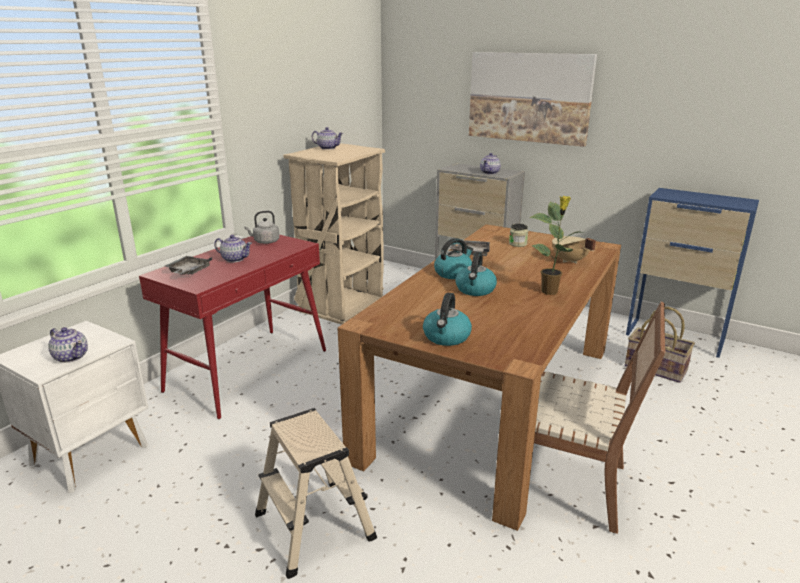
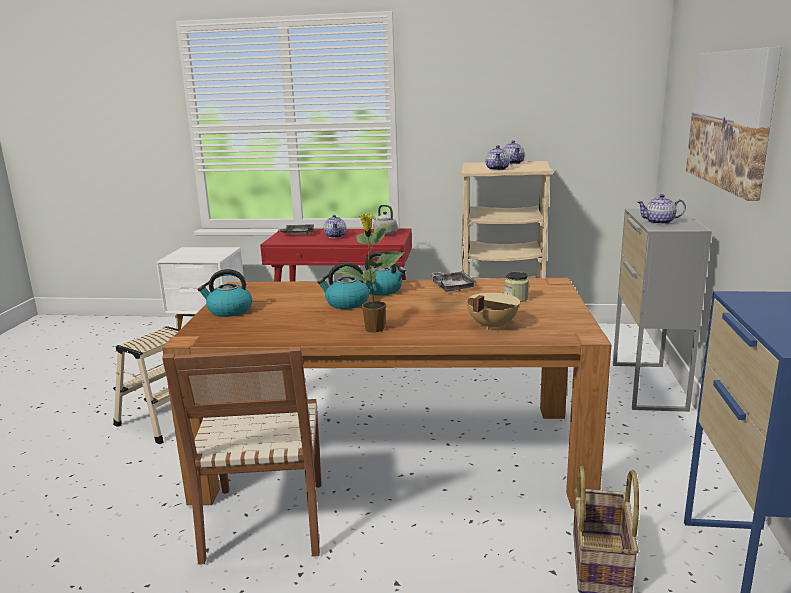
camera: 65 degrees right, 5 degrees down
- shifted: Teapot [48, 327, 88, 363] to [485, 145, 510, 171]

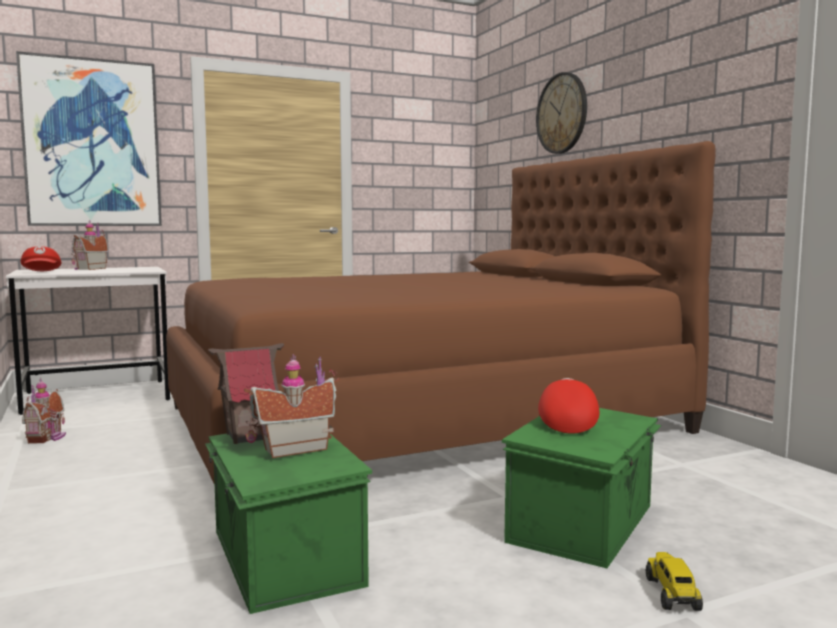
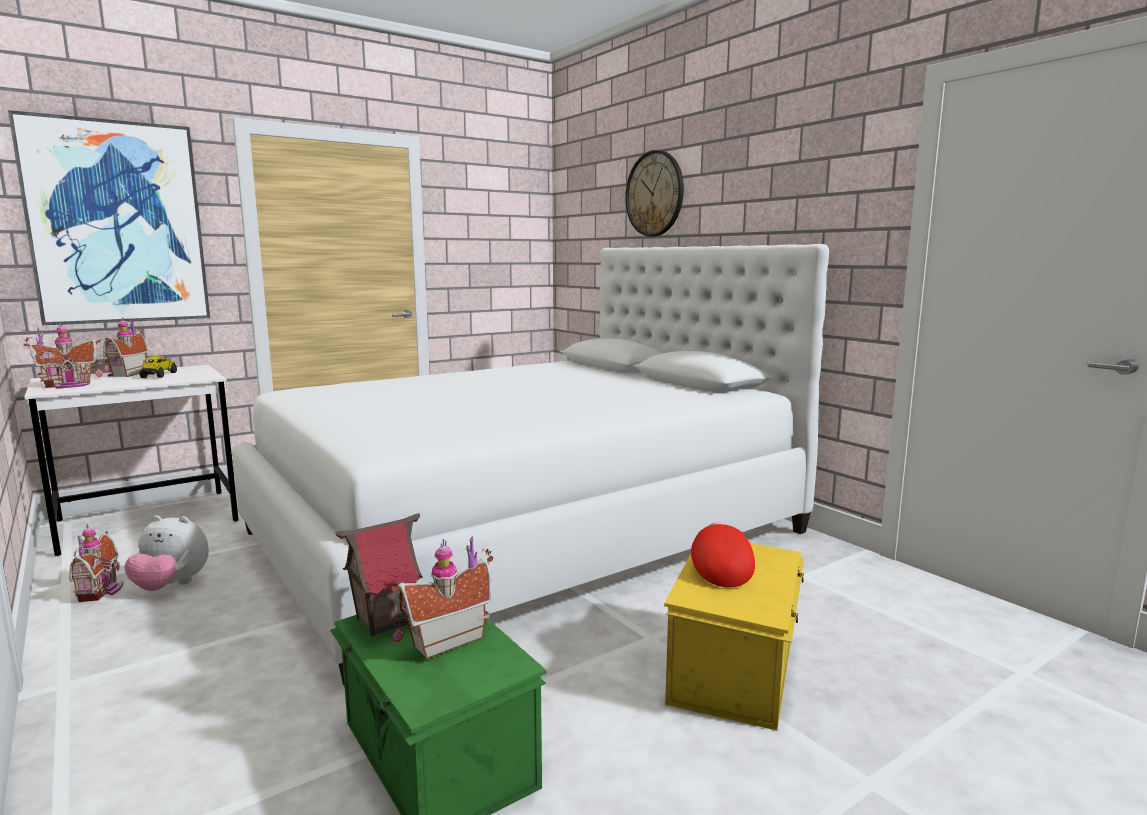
camera: 10 degrees left, 5 degrees up
- swapped: RedCap [21, 246, 61, 271] to ToyHouse [24, 323, 103, 388]
- new: PlushToy [124, 515, 209, 591]
- shifted: ToyTruck [646, 552, 703, 611] to [139, 356, 177, 378]
- repainted: BrownBed [166, 141, 716, 484] to WhiteBed [233, 244, 829, 687]
- repainted: GreenStorageBox [502, 408, 661, 568] to YellowStorageBox [664, 543, 804, 730]

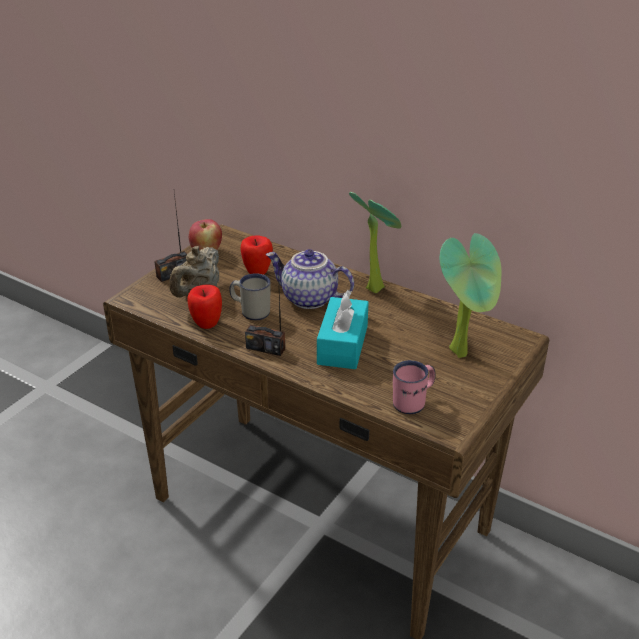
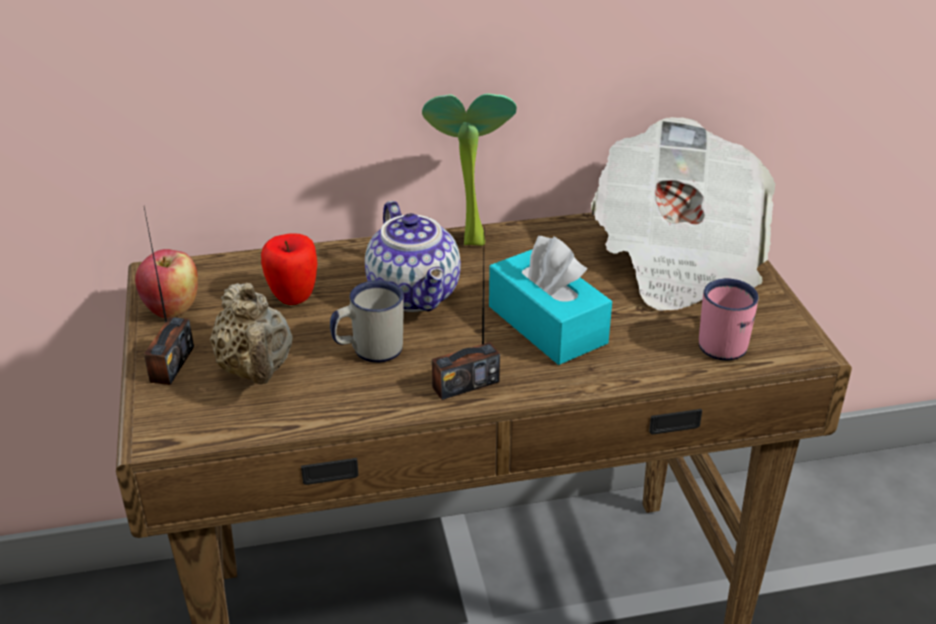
camera: 45 degrees left, 0 degrees up
- rotated: Teapot [266, 249, 354, 309] = [365, 201, 461, 312] 90 degrees counterclockwise
- swapped: PottedPlant [440, 233, 501, 358] to Newspaper [591, 117, 775, 311]
- gone: Apple [187, 285, 222, 329]

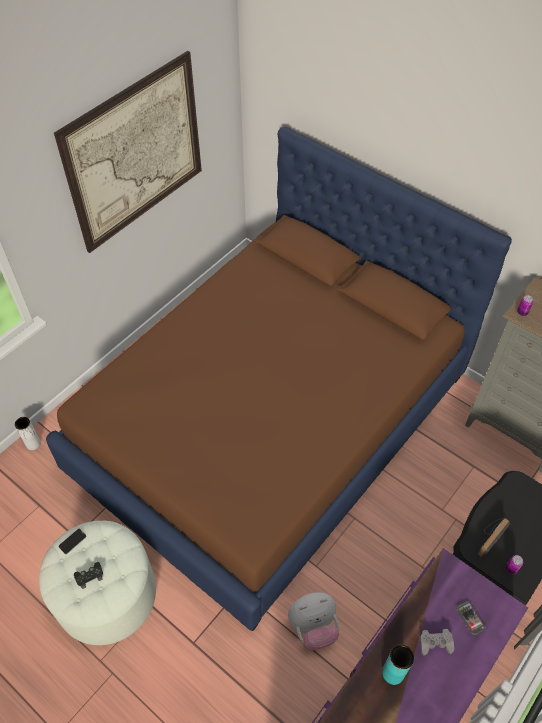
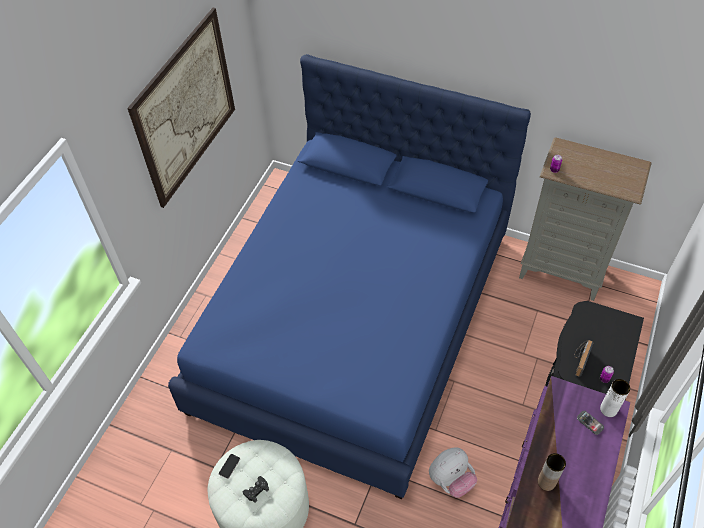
camera: 15 degrees left, 0 degrees up
- repainted: BrownBed [46, 127, 512, 631] to BlueBed [168, 54, 531, 499]
- repainted: TurquoiseVase [382, 644, 414, 685] to BrownVase [538, 453, 566, 491]
- shifted: WhiteVase [15, 417, 41, 450] to [600, 379, 630, 417]
- gone: GreyGameController [420, 629, 454, 656]

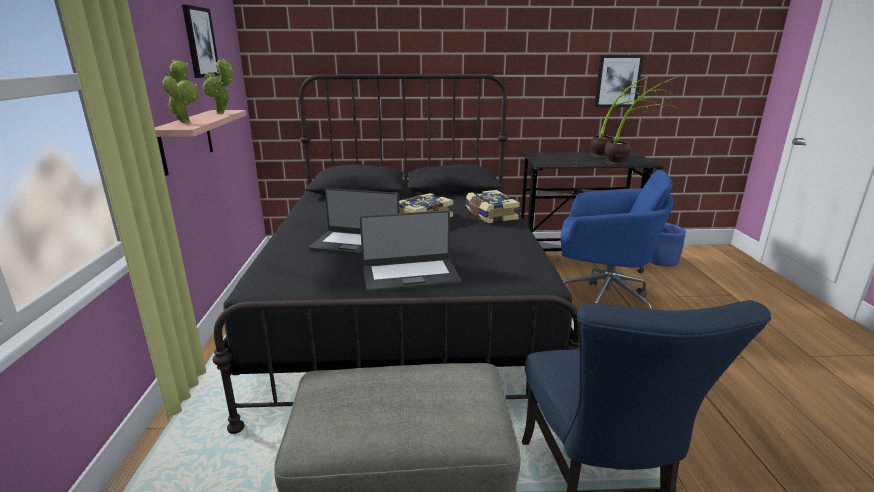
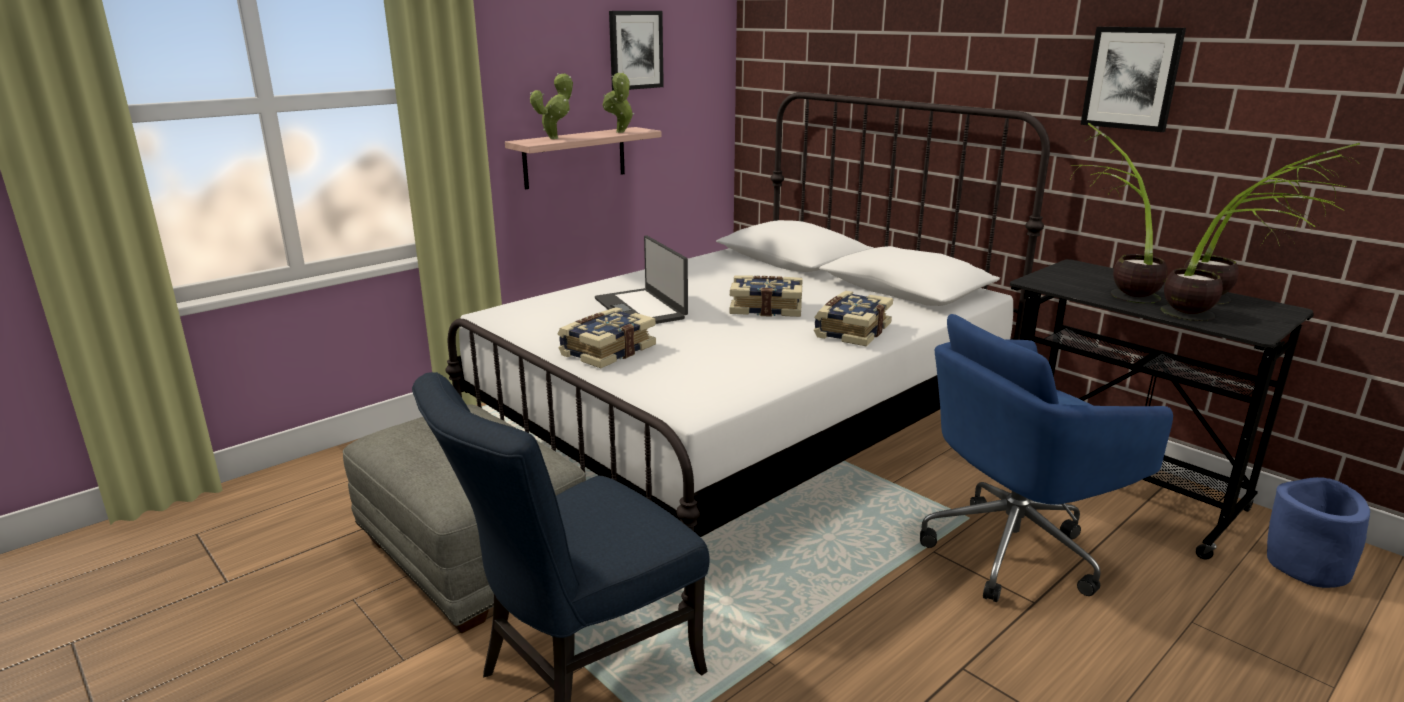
camera: 50 degrees right, 0 degrees up
- repainted: BlackBed [213, 74, 579, 434] to WhiteBed [446, 92, 1050, 610]
- swapped: Laptop [360, 210, 462, 292] to Book [558, 307, 656, 368]
- rotated: BlueOfficeChair [561, 170, 674, 309] = [920, 314, 1173, 602] 90 degrees clockwise
- new: PottedPlant [1071, 123, 1168, 303]
- shifted: Picture [594, 55, 644, 107] to [1081, 27, 1186, 132]

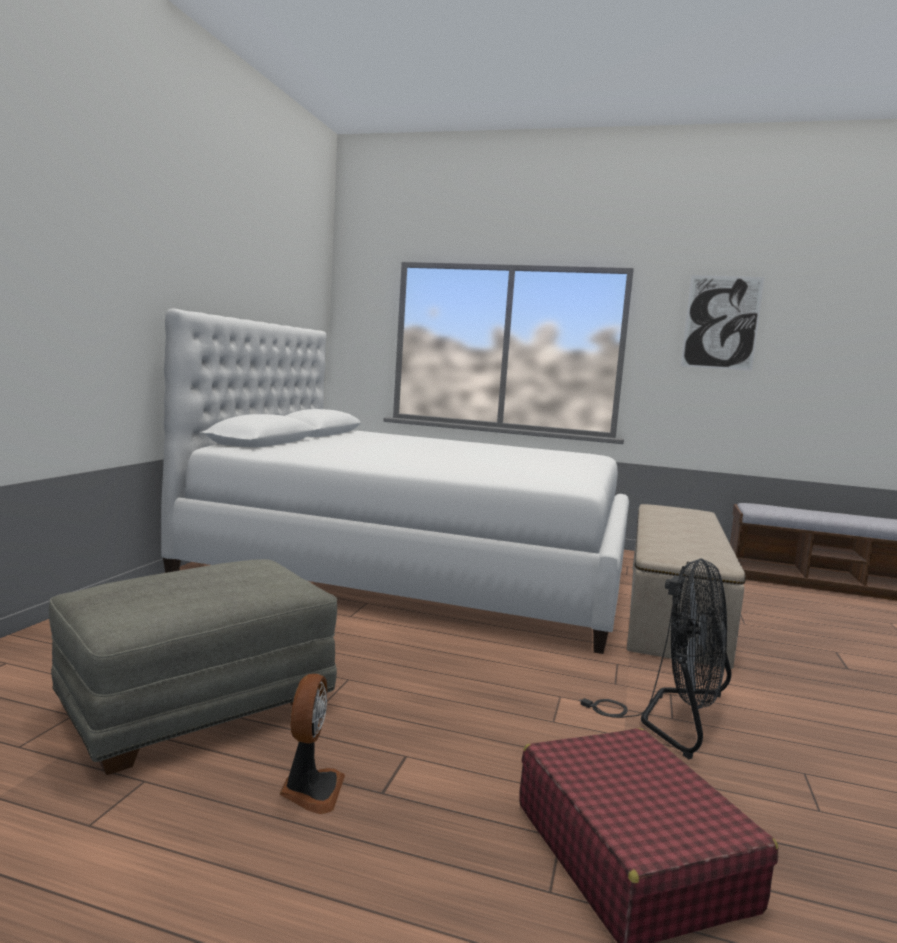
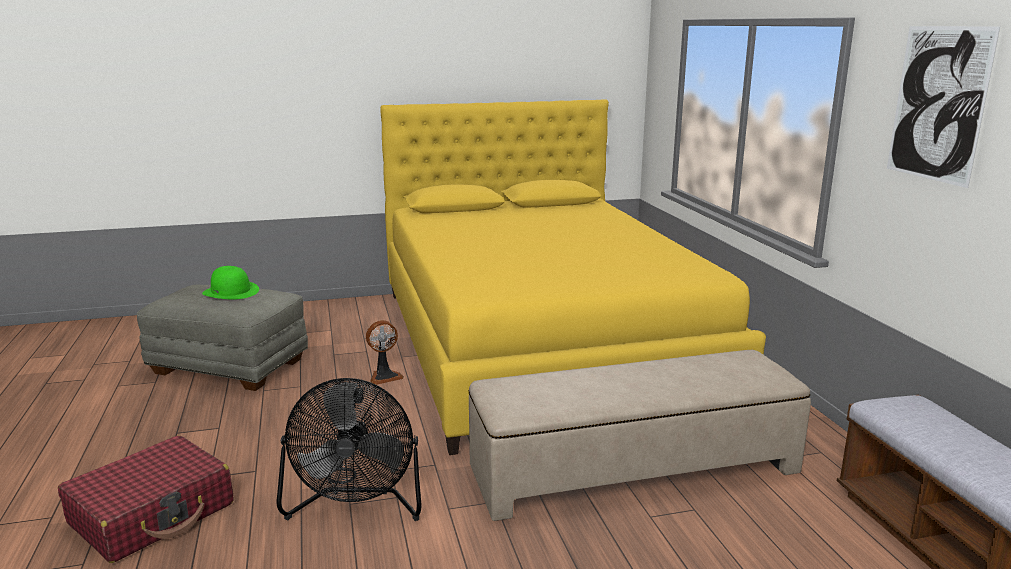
camera: 60 degrees right, 10 degrees up
- new: GreenHat [202, 266, 259, 299]
- shifted: Fan [279, 674, 345, 814] to [366, 320, 404, 385]
- repainted: WhiteBed [161, 309, 629, 654] to YellowBed [380, 99, 766, 455]

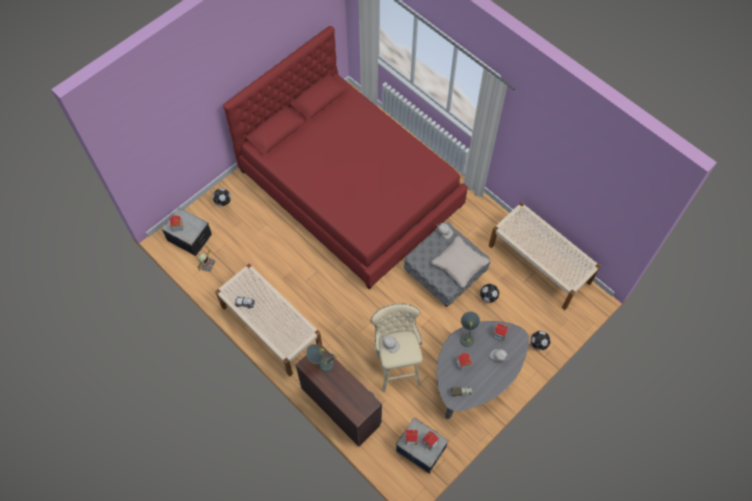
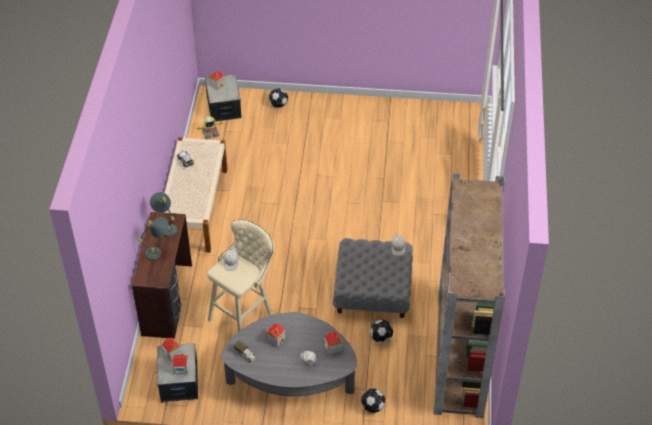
camera: 50 degrees right, 15 degrees down
- shifted: GreyTableLamp [460, 311, 480, 347] to [138, 217, 168, 260]
- swapped: BeigeBench [489, 202, 601, 310] to BrownBookcase [434, 173, 505, 418]
- gone: RedBed [223, 26, 468, 289]
- gone: BeigePillow [431, 236, 489, 288]

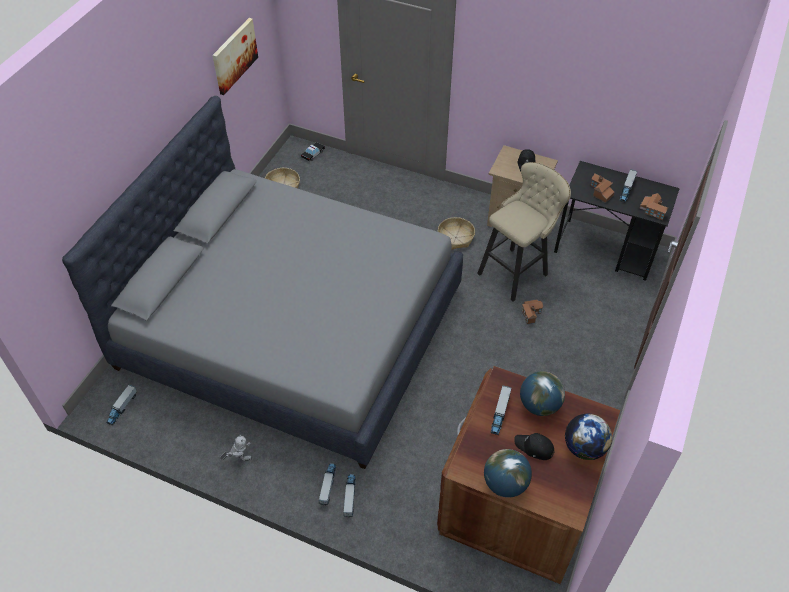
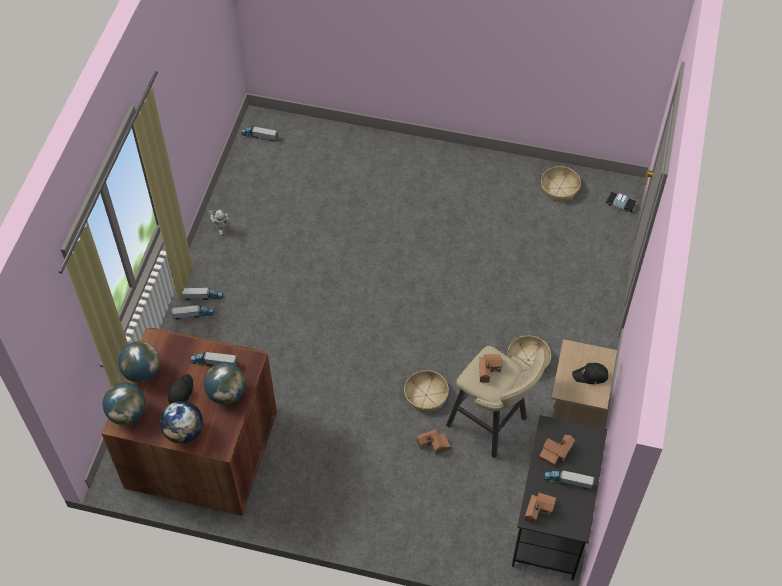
camera: 80 degrees right, 5 degrees up
- new: Globe [103, 383, 146, 425]
- new: Basket [404, 370, 449, 412]
- new: ToyHouse [479, 354, 503, 382]
- gone: GreyBed [62, 96, 463, 469]
- gone: Picture [212, 18, 258, 95]

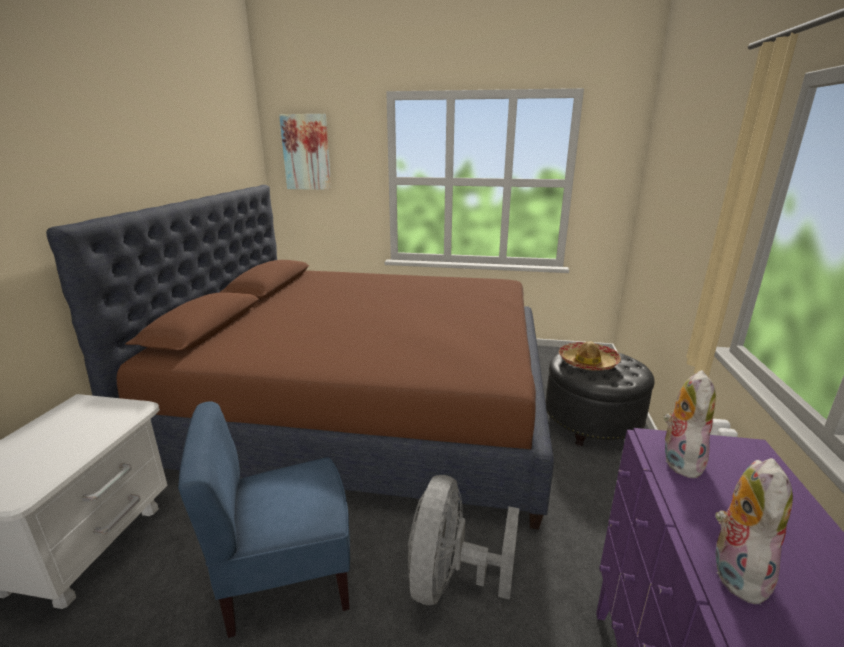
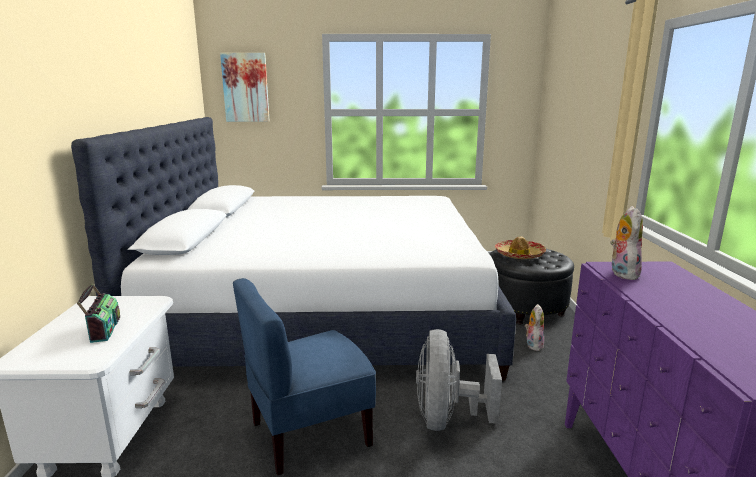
camera: 10 degrees left, 5 degrees down
- repainted: BrownBed [46, 185, 554, 529] to WhiteBed [71, 117, 516, 380]
- new: Radio [77, 283, 120, 343]
- shifted: PlushToy [715, 458, 793, 610] to [525, 304, 544, 351]

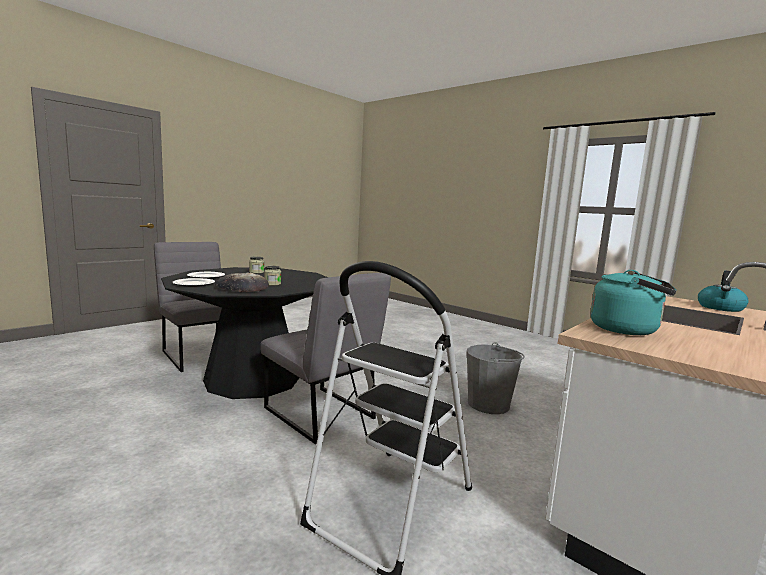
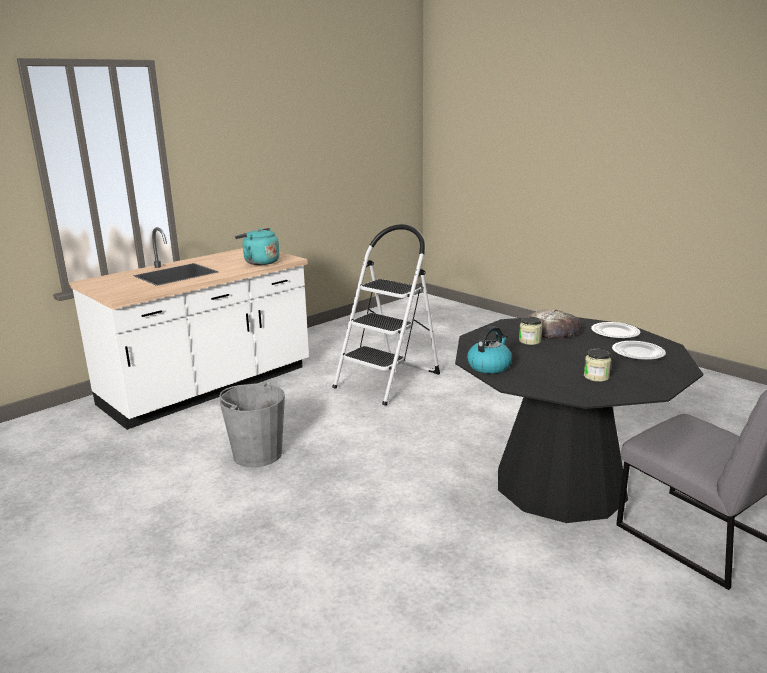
camera: 175 degrees left, 10 degrees up
- shifted: Kettle [698, 271, 749, 312] to [467, 326, 512, 374]
- gone: GreyChair [260, 273, 391, 444]

